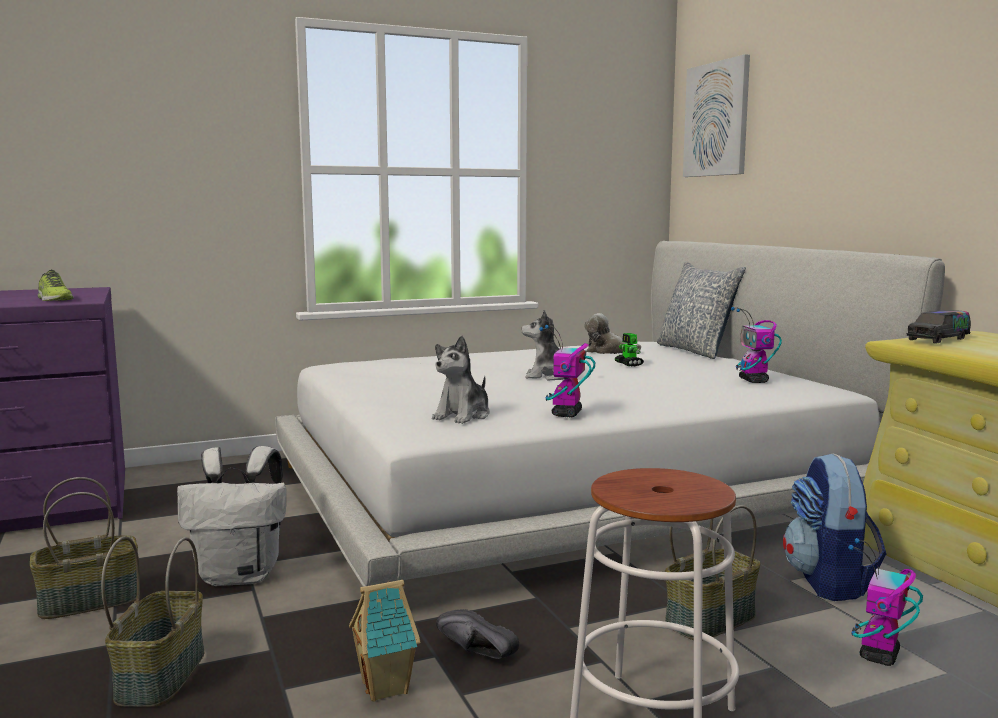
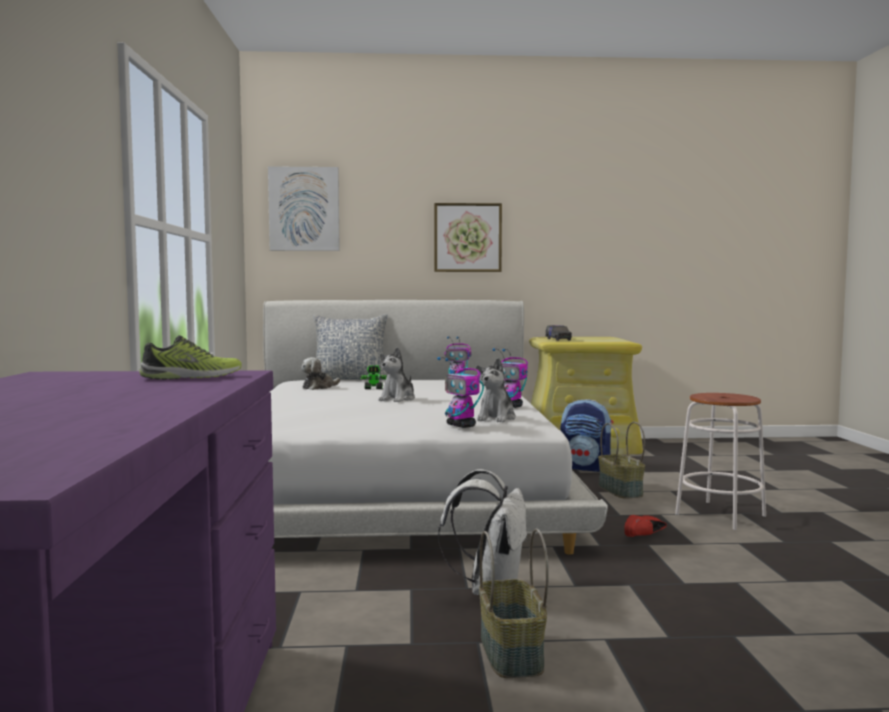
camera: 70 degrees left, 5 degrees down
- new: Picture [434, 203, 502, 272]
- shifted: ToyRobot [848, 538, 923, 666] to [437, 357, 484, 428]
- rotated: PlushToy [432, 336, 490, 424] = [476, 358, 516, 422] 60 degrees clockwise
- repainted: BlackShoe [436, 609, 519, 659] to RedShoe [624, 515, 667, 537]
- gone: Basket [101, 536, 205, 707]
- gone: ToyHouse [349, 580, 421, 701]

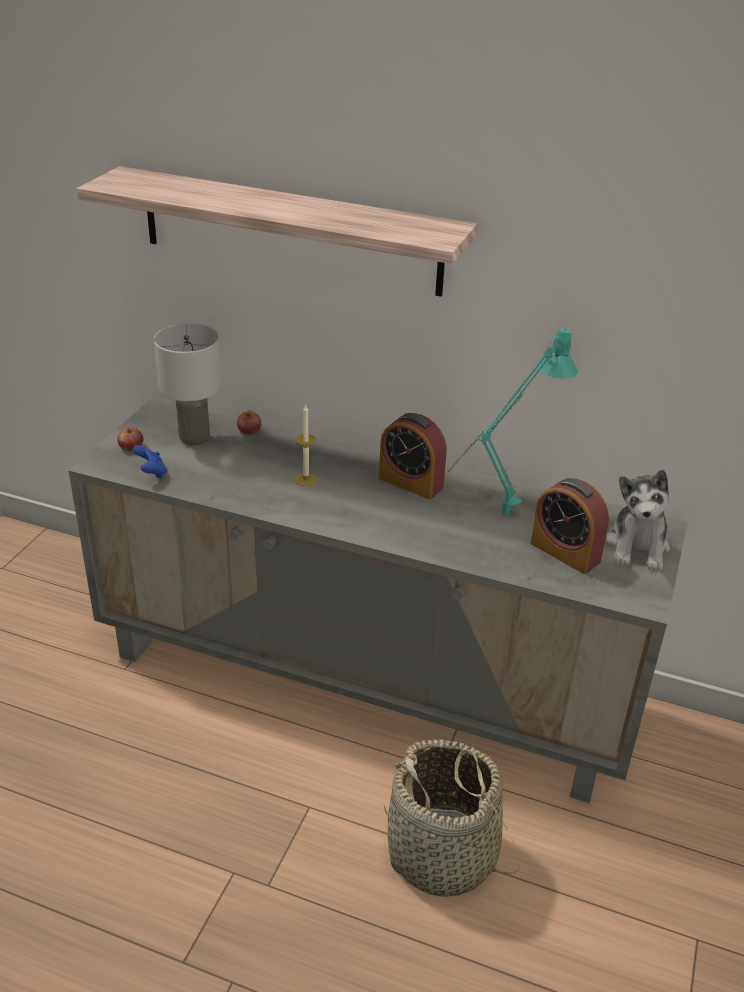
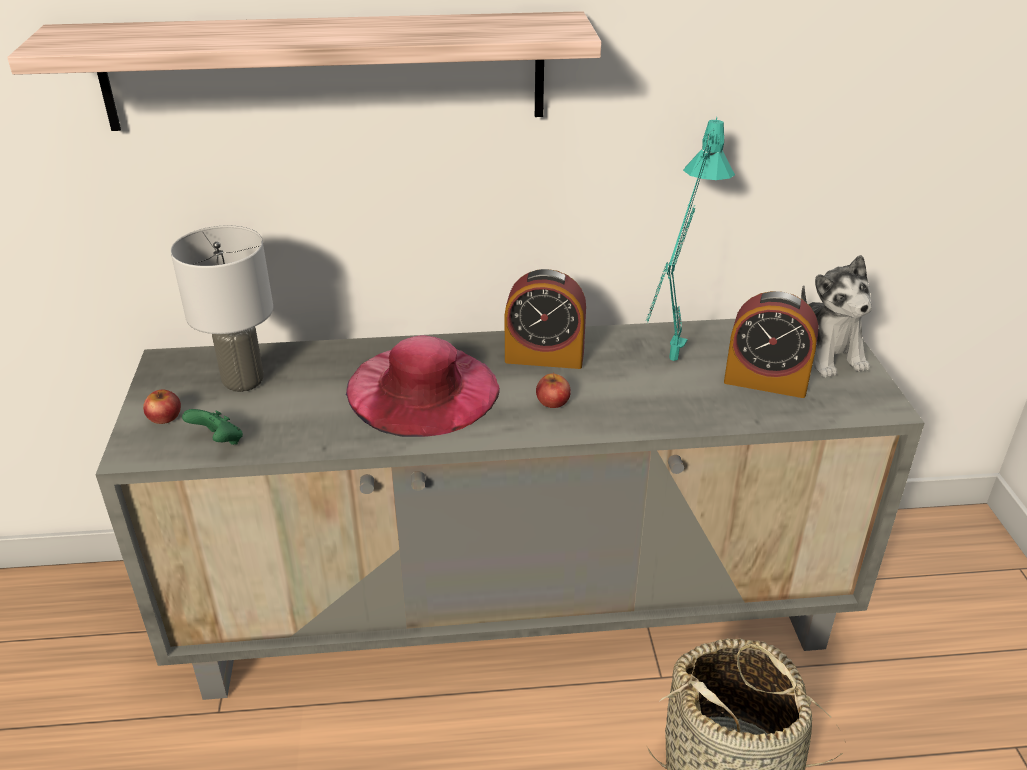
camera: 25 degrees left, 0 degrees up
- repainted: BlueGameController [132, 445, 167, 478] to GreenGameController [182, 409, 243, 445]
- swapped: Candle [295, 404, 318, 486] to PinkHat [346, 335, 500, 437]
- shifted: Apple [237, 410, 261, 435] to [536, 373, 571, 408]

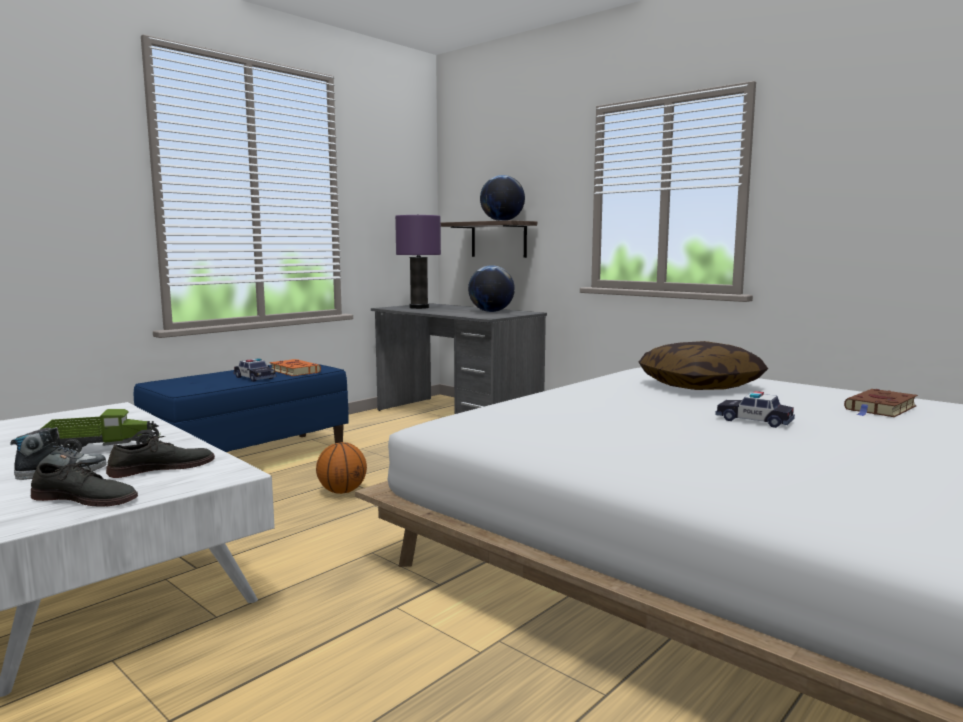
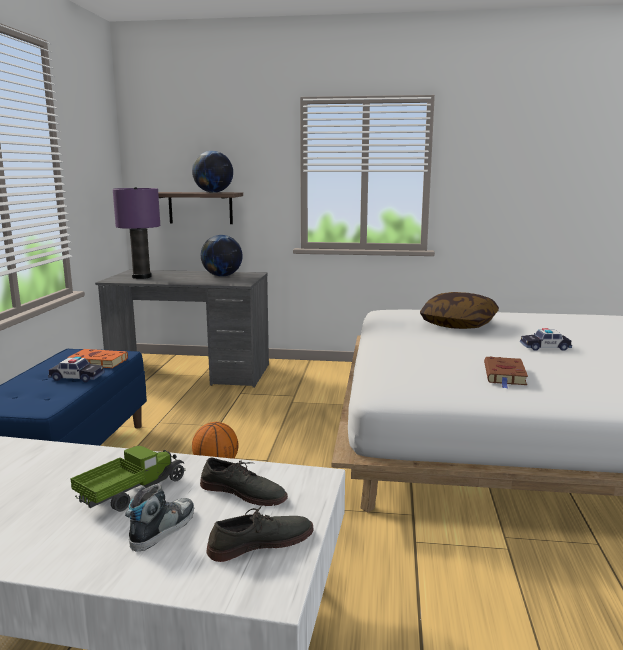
camera: 35 degrees left, 5 degrees up
- rotated: GreyShoe [106, 436, 215, 478] = [200, 458, 288, 506] 90 degrees clockwise
- shifted: BrownBook [844, 389, 918, 417] to [484, 356, 528, 388]

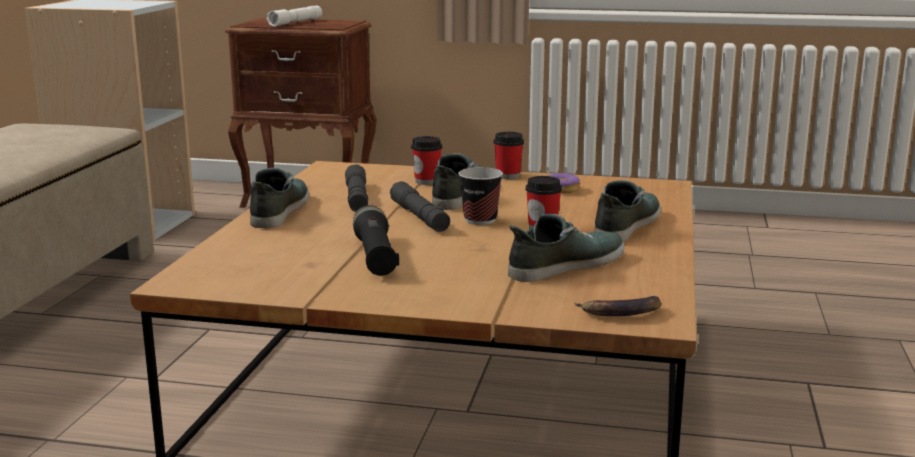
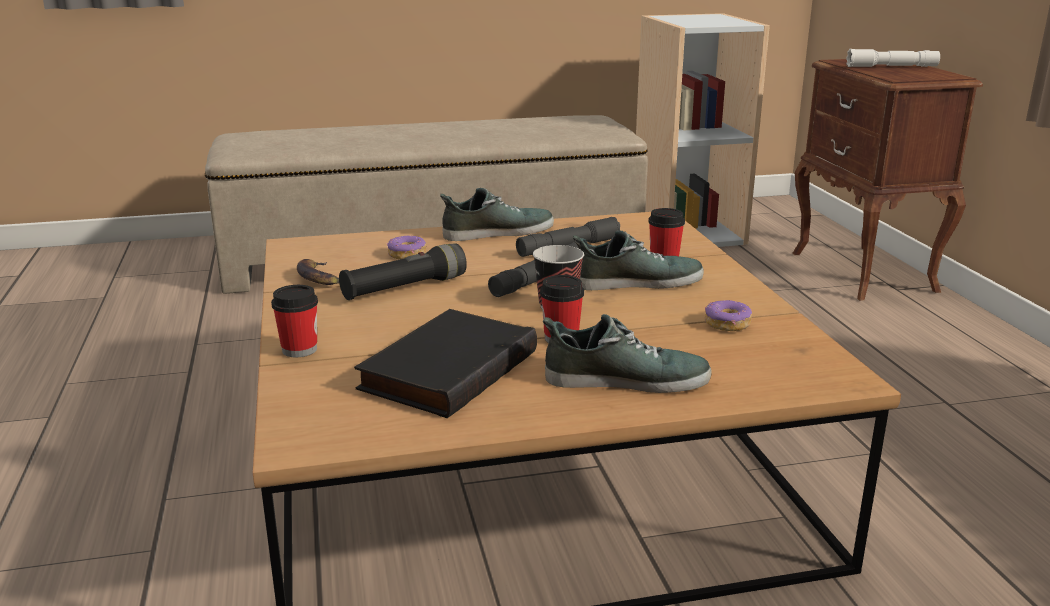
camera: 65 degrees right, 5 degrees up
- shifted: Cup [494, 132, 524, 179] to [271, 285, 318, 357]
- shifted: Banana [575, 296, 662, 316] to [297, 259, 339, 285]
- swapped: Shoe [508, 214, 624, 282] to BlackBook [354, 309, 537, 418]
- new: Donut [387, 235, 426, 259]

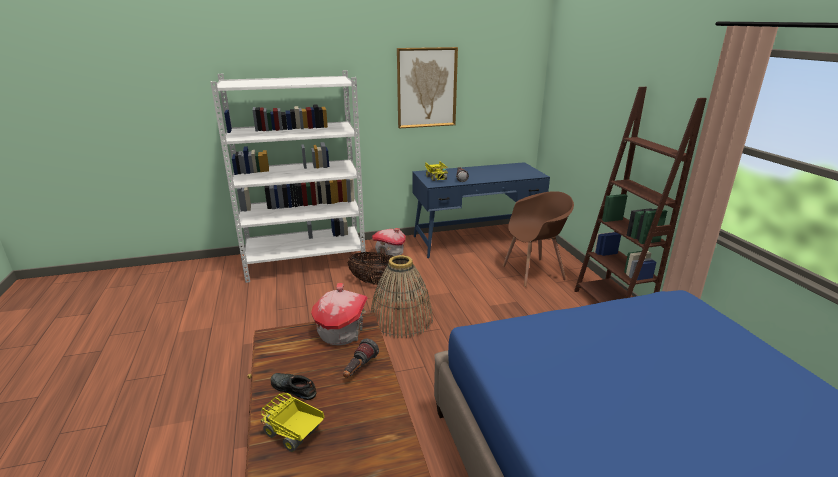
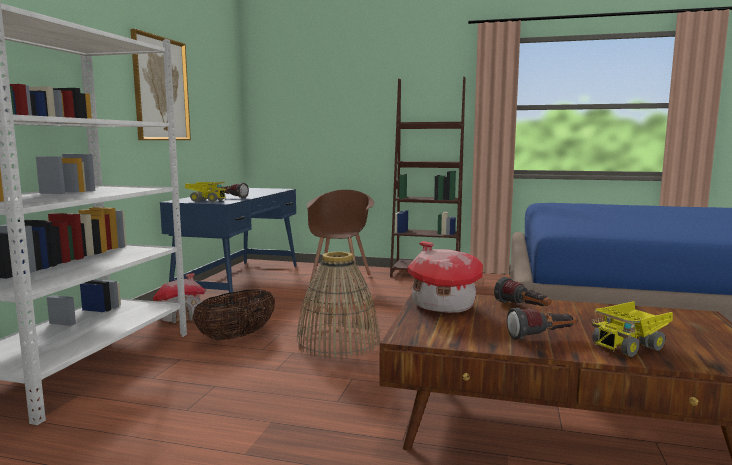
camera: 60 degrees left, 15 degrees down
- swapped: BlackShoe [271, 373, 317, 400] to Flashlight [507, 308, 577, 340]

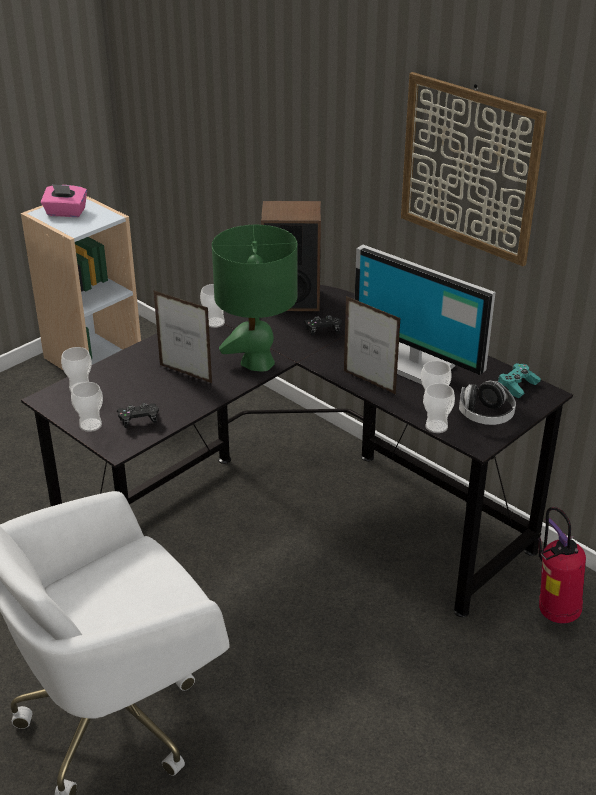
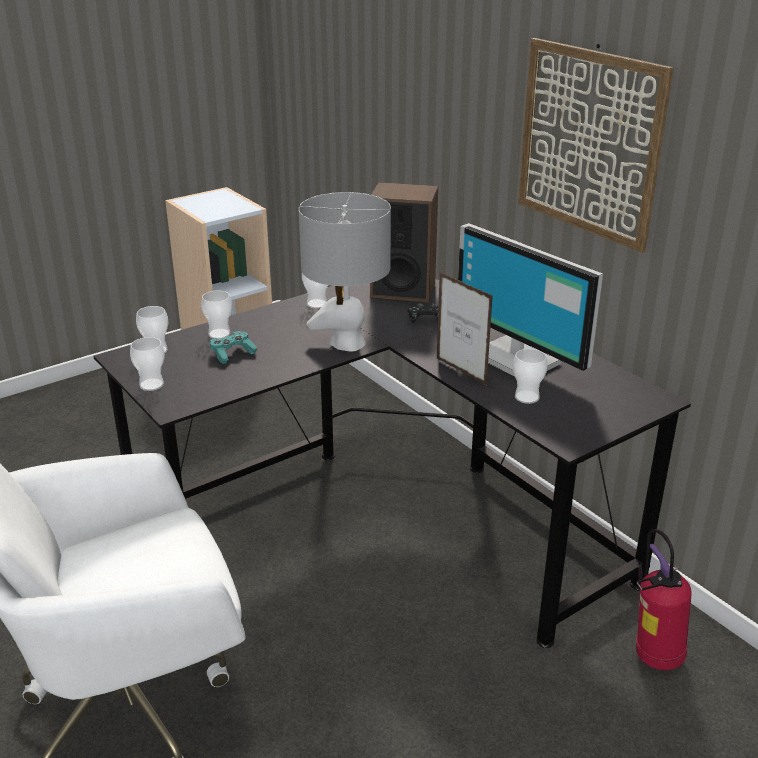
camera: 10 degrees right, 5 degrees down
- shifted: Cup [423, 383, 455, 433] to [201, 290, 232, 339]
- shifted: TurquoiseGameController [498, 363, 541, 398] to [210, 331, 257, 364]
- repainted: GreenTableLamp [212, 225, 297, 371] to GreyTableLamp [298, 192, 391, 351]
- gone: PinkTissueBox [41, 184, 87, 217]
- gone: BlackGameController [117, 403, 159, 428]
- gone: PictureFrame [153, 290, 212, 383]
- gone: Headphones [459, 381, 516, 425]

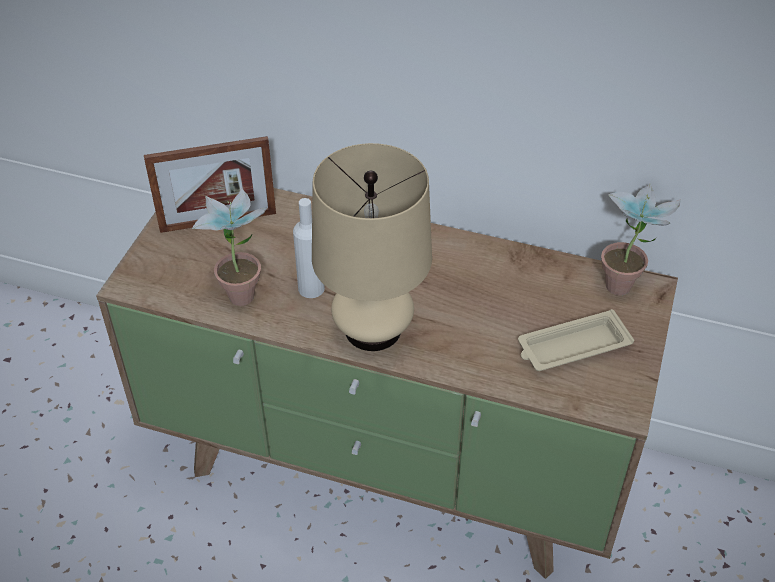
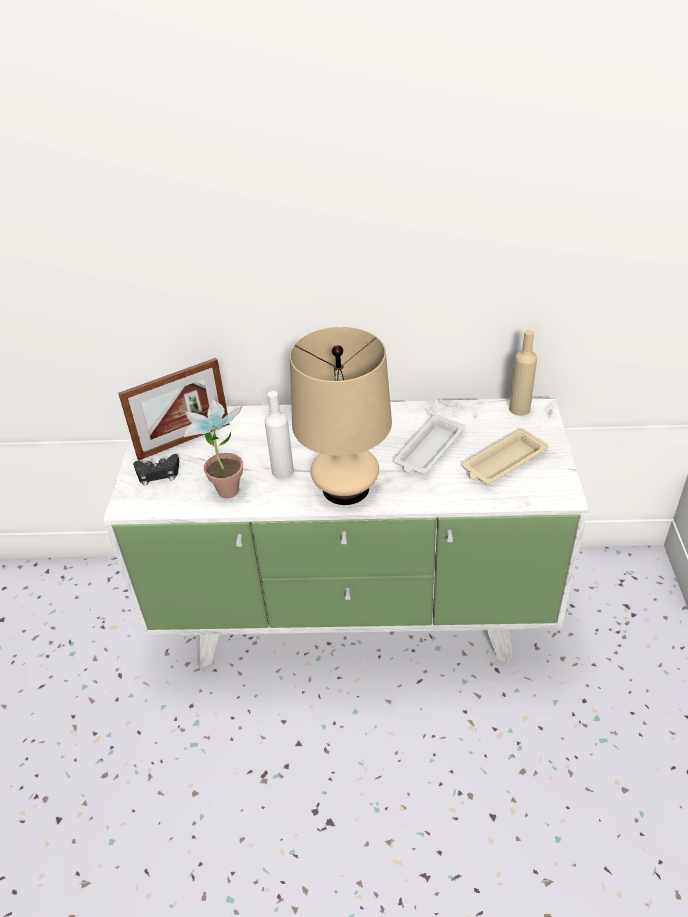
camera: 15 degrees left, 5 degrees down
- repainted: GreenDresser [96, 188, 678, 579] to WhiteDresser [103, 397, 589, 668]
- new: BlackGameController [133, 454, 179, 486]
- new: WhiteTray [394, 414, 465, 474]
- swapped: PottedPlant [601, 183, 681, 295] to BeigeBottle [509, 330, 537, 416]

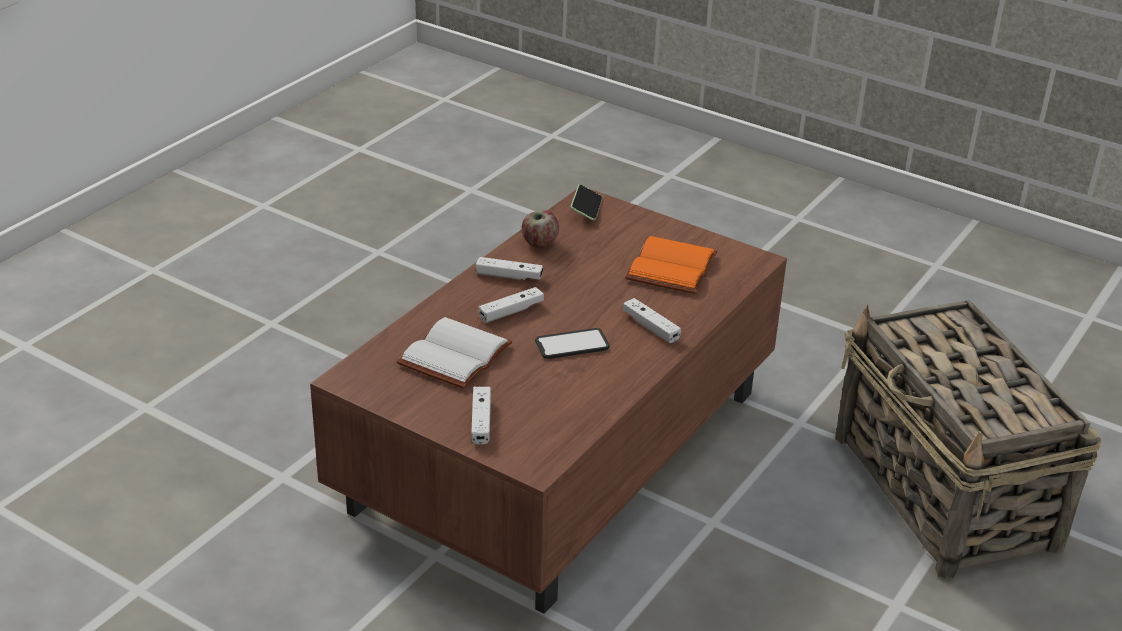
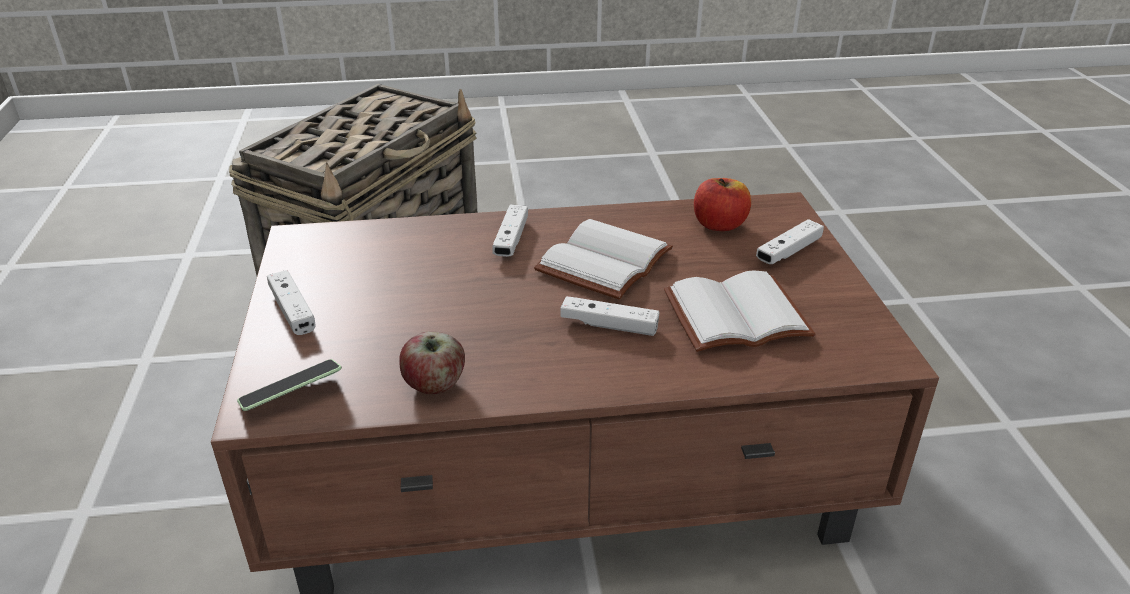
camera: 130 degrees left, 0 degrees up
- shifted: WhiteGameController [476, 257, 543, 280] to [267, 270, 316, 335]
- swapped: Phone [535, 328, 610, 359] to WhiteBook [534, 219, 673, 299]
- new: Apple [694, 178, 751, 231]
- gone: OrangeBook [625, 236, 718, 294]

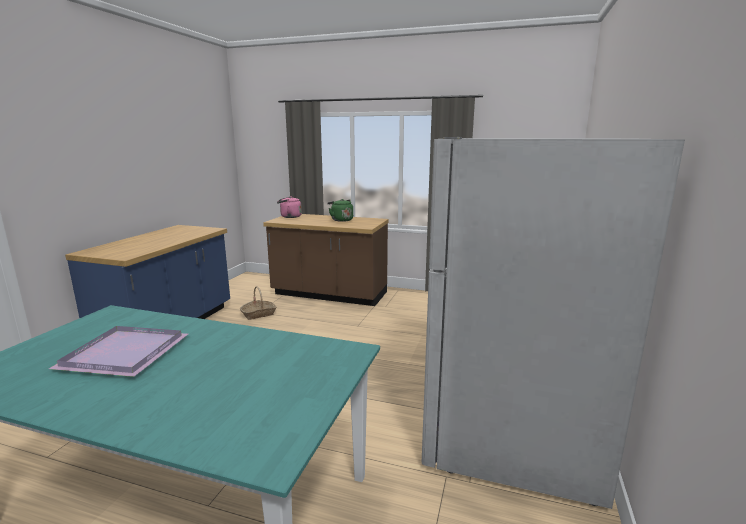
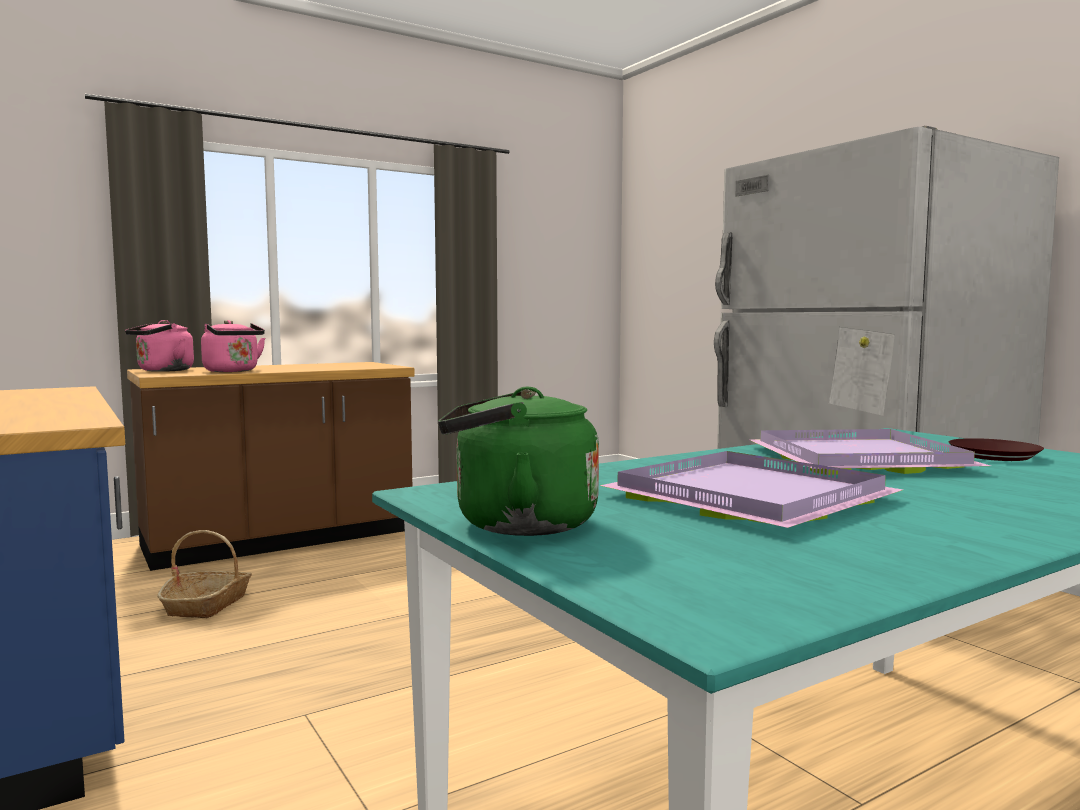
camera: 50 degrees left, 10 degrees down
- new: PinkKettle [201, 320, 265, 372]
- shifted: GreenKettle [327, 199, 353, 222] to [438, 386, 599, 536]
- new: PurpleTray [748, 429, 990, 475]
- new: BrownPlate [948, 438, 1044, 461]

